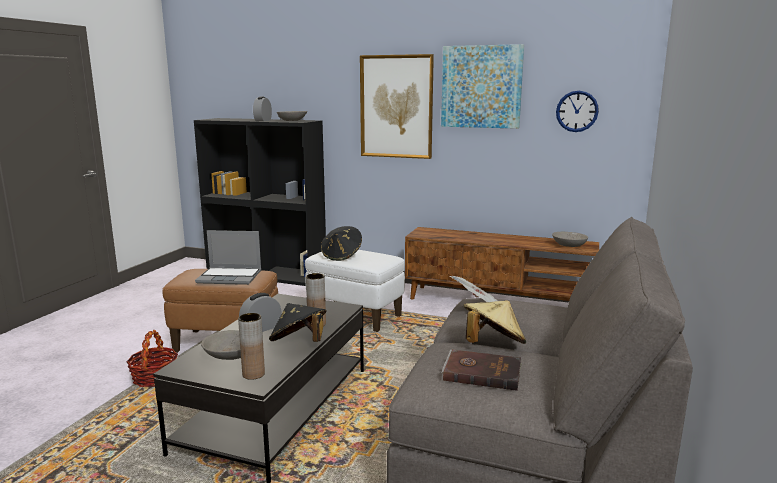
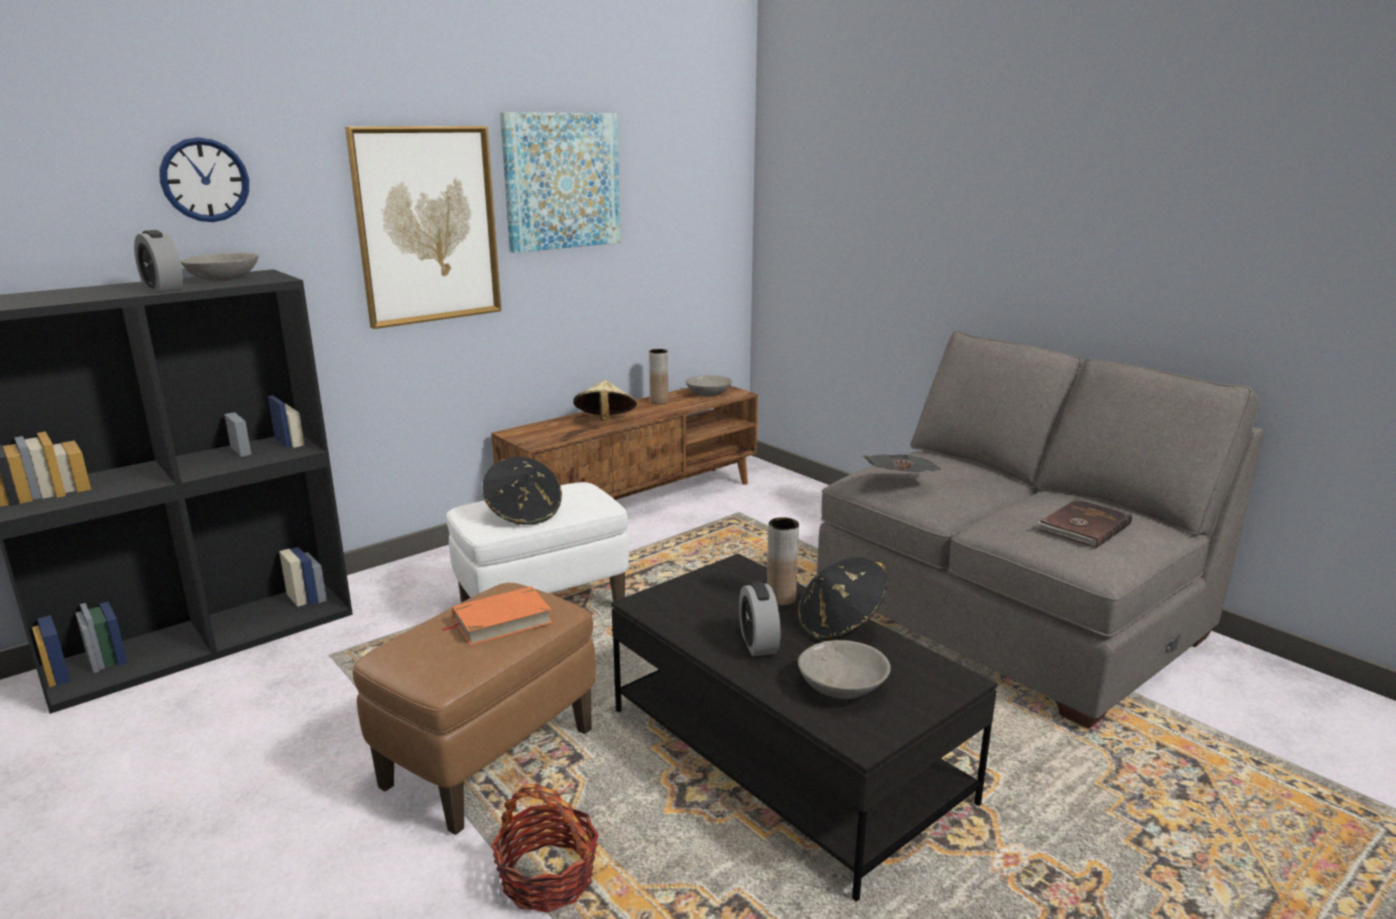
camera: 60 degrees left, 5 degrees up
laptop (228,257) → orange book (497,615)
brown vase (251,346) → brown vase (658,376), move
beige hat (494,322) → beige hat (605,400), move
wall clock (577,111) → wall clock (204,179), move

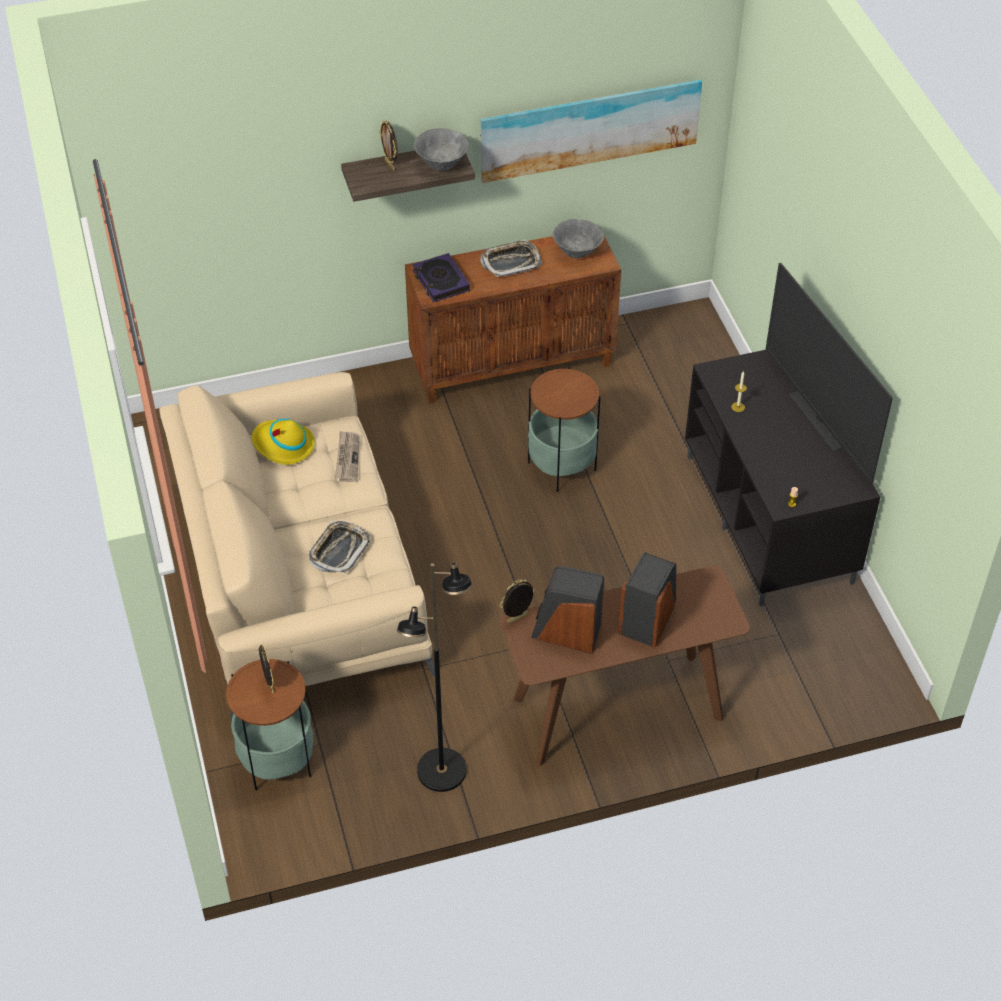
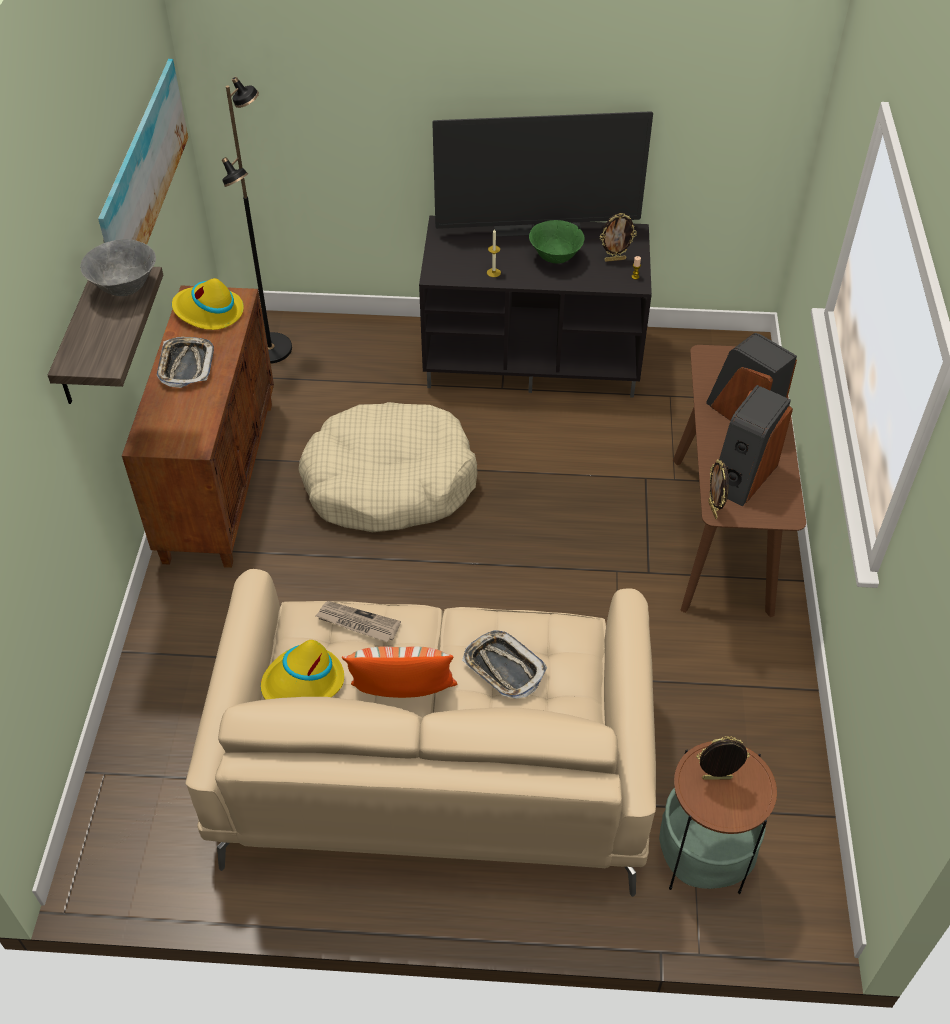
camera: 70 degrees left, 0 degrees up
picture frame (388,145) → picture frame (618,237), move
black floor lamp (434,677) → black floor lamp (257,220), move
book (441,277) → -
side table (564,429) → beige dog bed (387,467)
grey bowl (578,238) → yellow hat (208,304)
- → pillow (399,672)
- → green bowl (557,242)

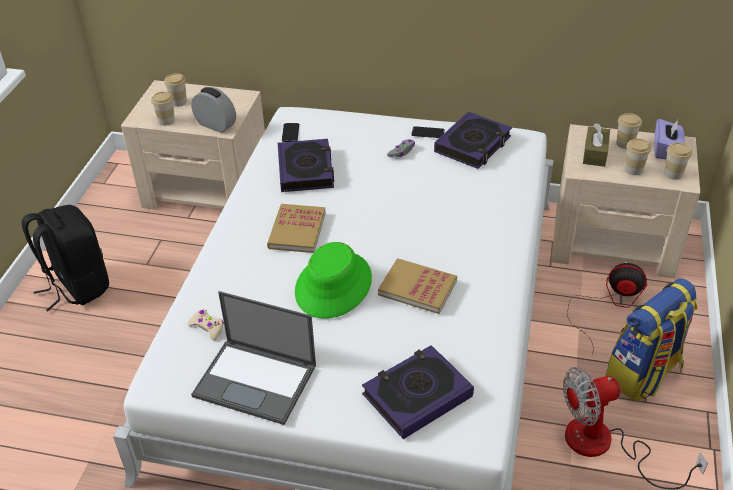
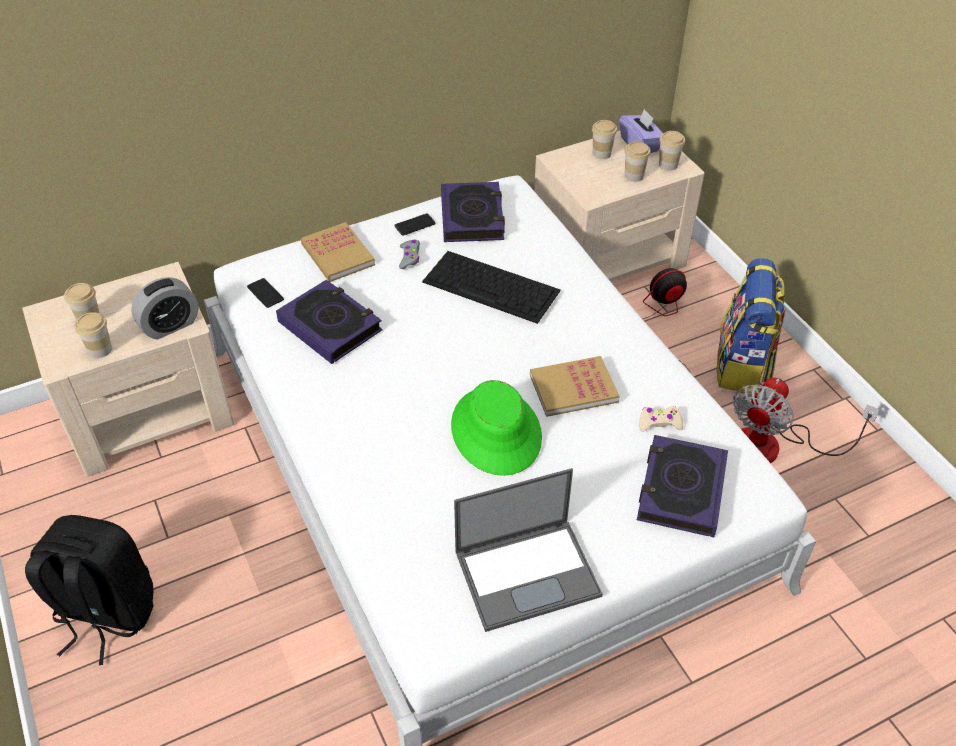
camera: 40 degrees left, 5 degrees up
beige game controller (206,325) → beige game controller (661,419), move
alarm clock (213,110) → alarm clock (165,308), 150 degrees clockwise
book (296,228) → book (338,252), move
brown tissue box (596,145) → -
- → keyboard (491,287)

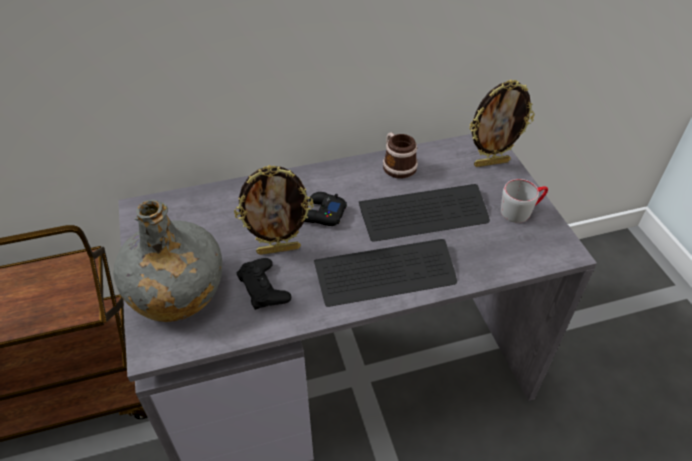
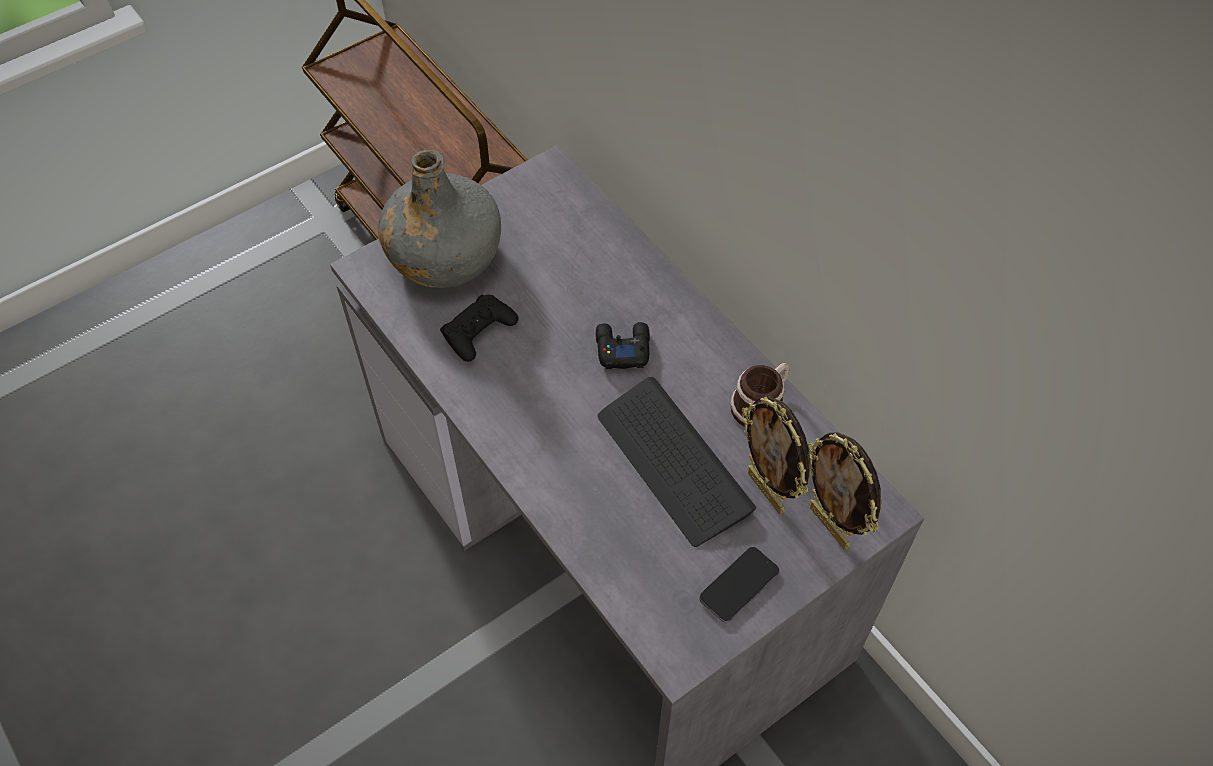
camera: 70 degrees right, 10 degrees up
picture frame (273,210) → picture frame (776,455), move
keyboard (385,273) → -
grey mug (524,201) → phone (739,585)

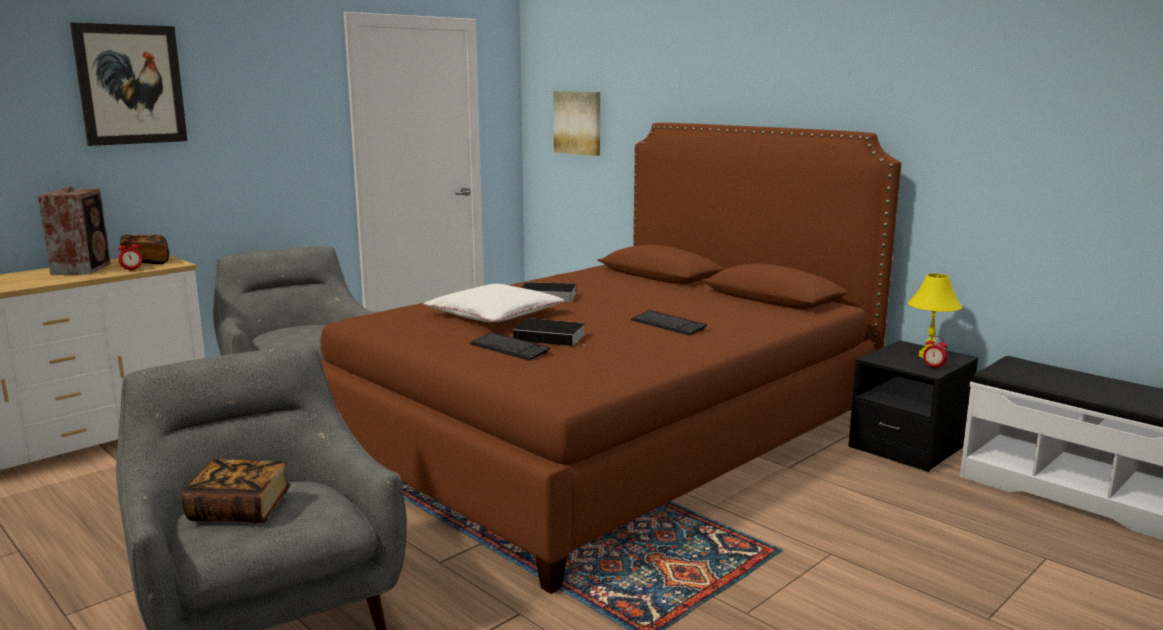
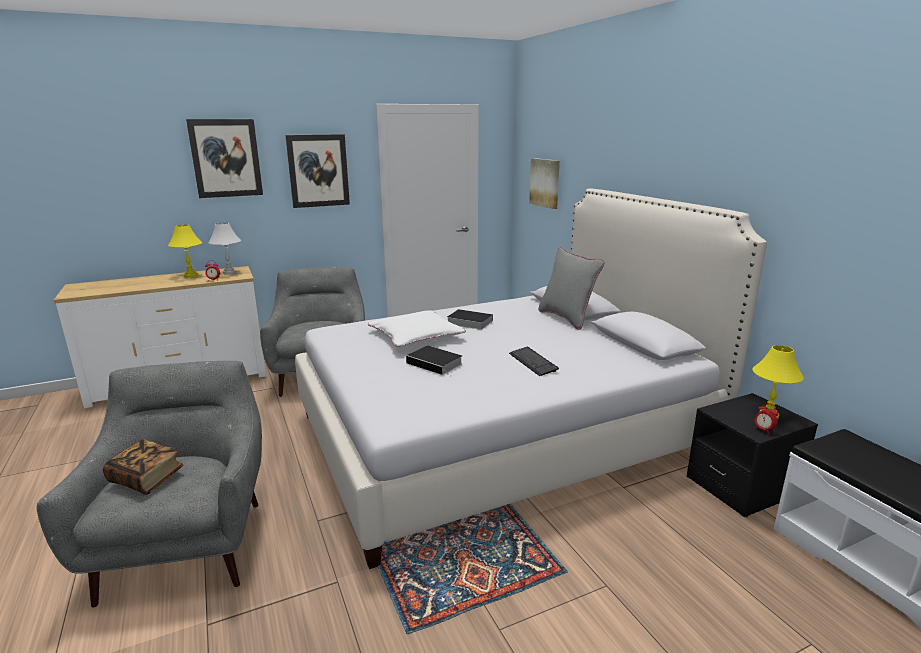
camera: 20 degrees right, 5 degrees up
speaker (74,231) → yellow table lamp (185,251)
book (144,249) → white table lamp (224,248)
brown bed (611,358) → white bed (531,379)
keyboard (510,346) → -
- → picture (317,171)
- → grey pillow (571,288)

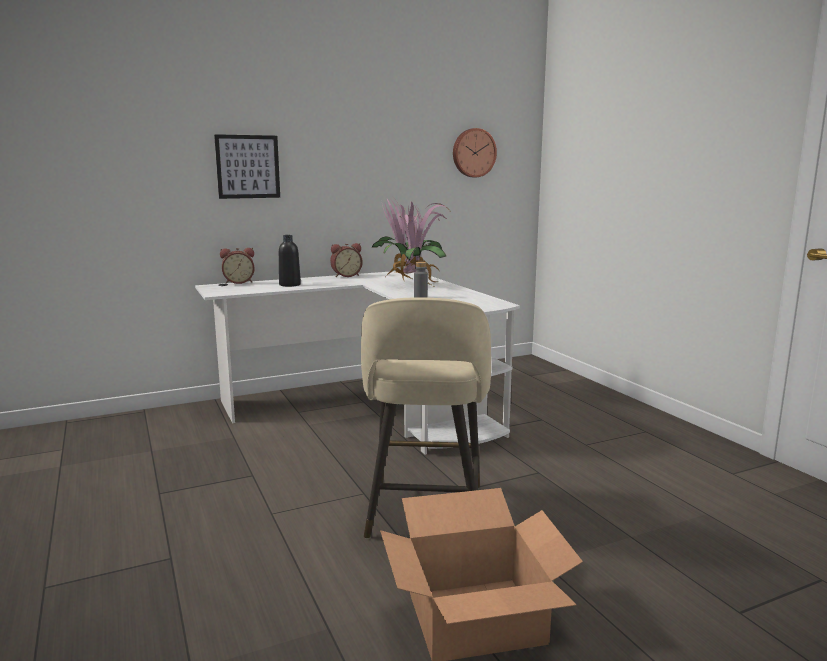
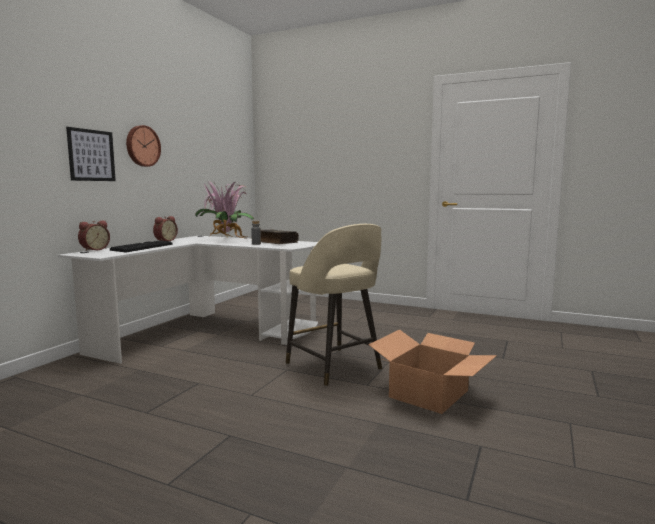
camera: 40 degrees left, 5 degrees down
black bottle (290,261) → keyboard (141,246)
wall clock (475,152) → wall clock (143,146), move
- → book (280,237)

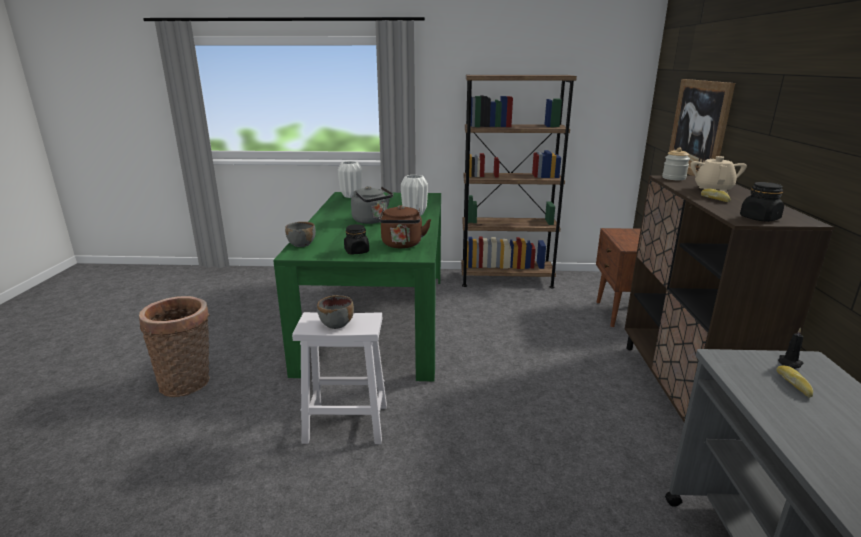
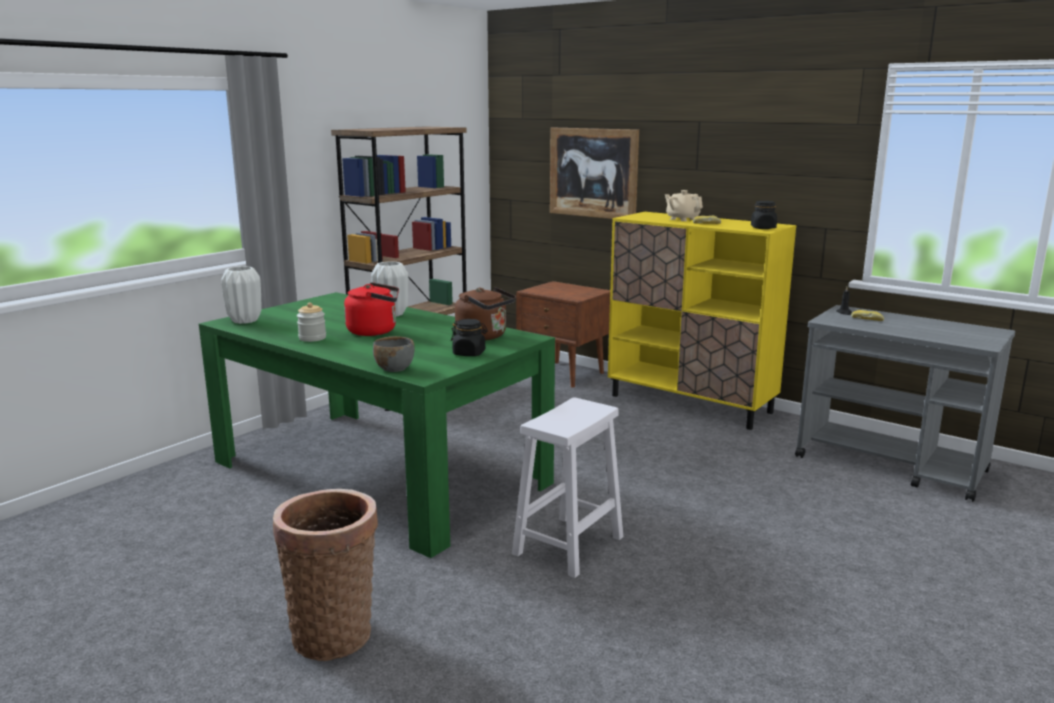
camera: 55 degrees left, 5 degrees down
grey bowl (335,312) → -
grey kettle (372,205) → red kettle (371,309)
brown cabinet (729,298) → yellow cabinet (702,321)
jar (676,163) → jar (311,322), move

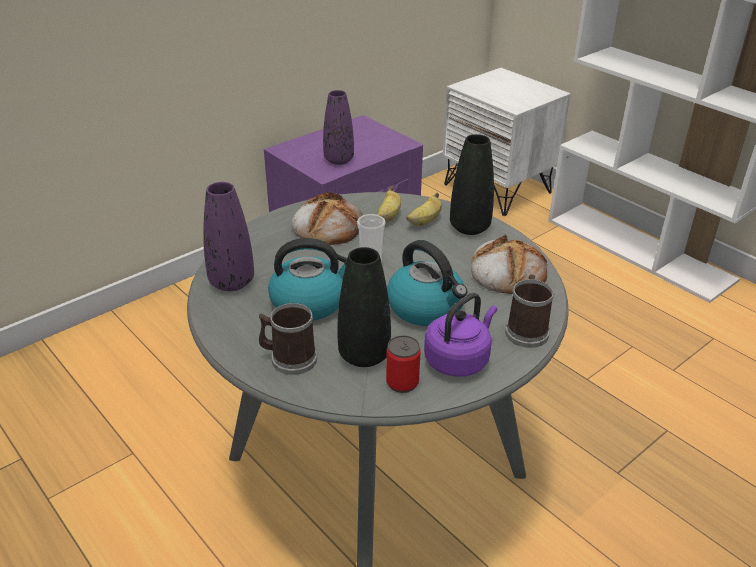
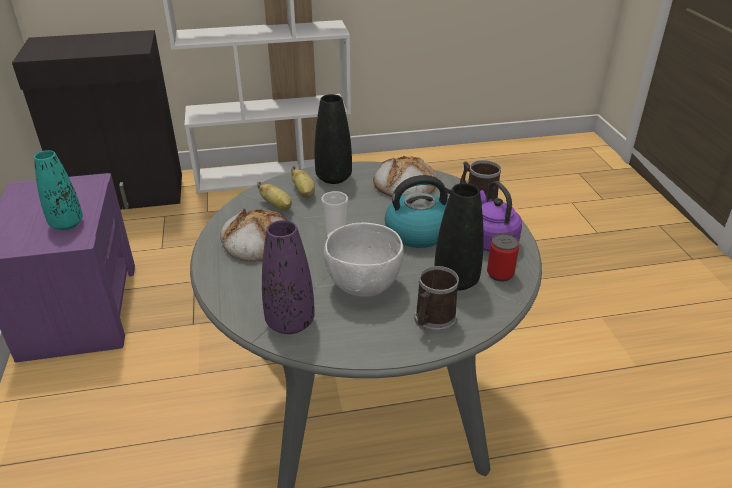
camera: 60 degrees left, 0 degrees up
kettle (307,279) → white bowl (364,259)
purple vase (338,127) → turquoise vase (58,190)
white nightstand (507,142) → black cabinet (97,120)

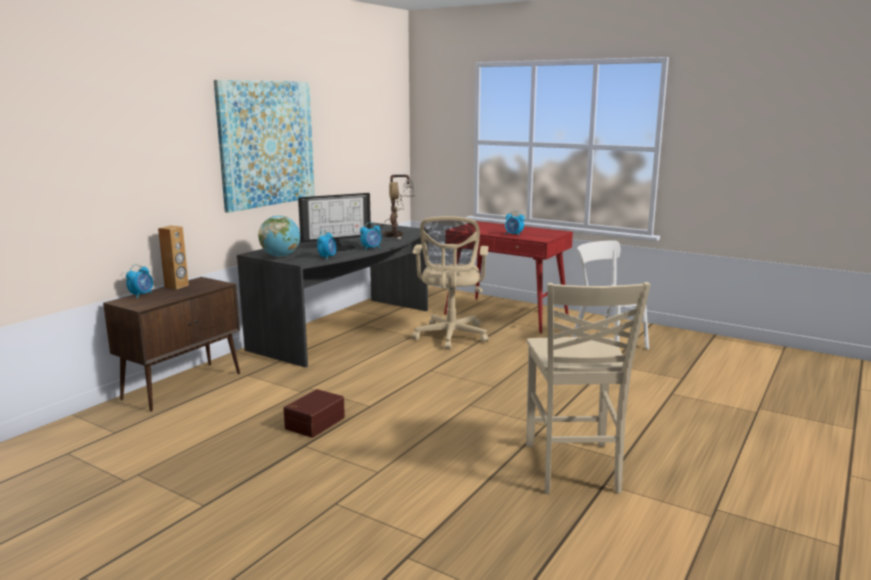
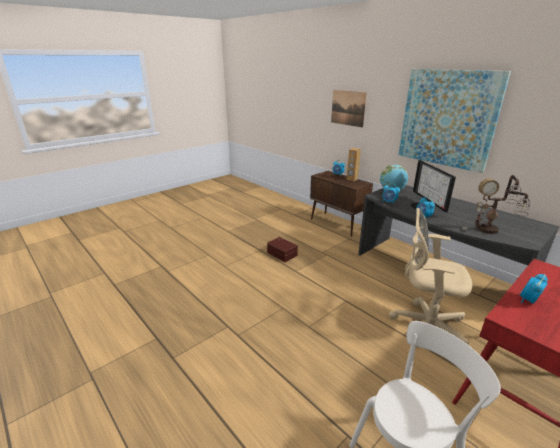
camera: 105 degrees right, 10 degrees up
beige chair (588,388) → -
- → picture (349,109)

